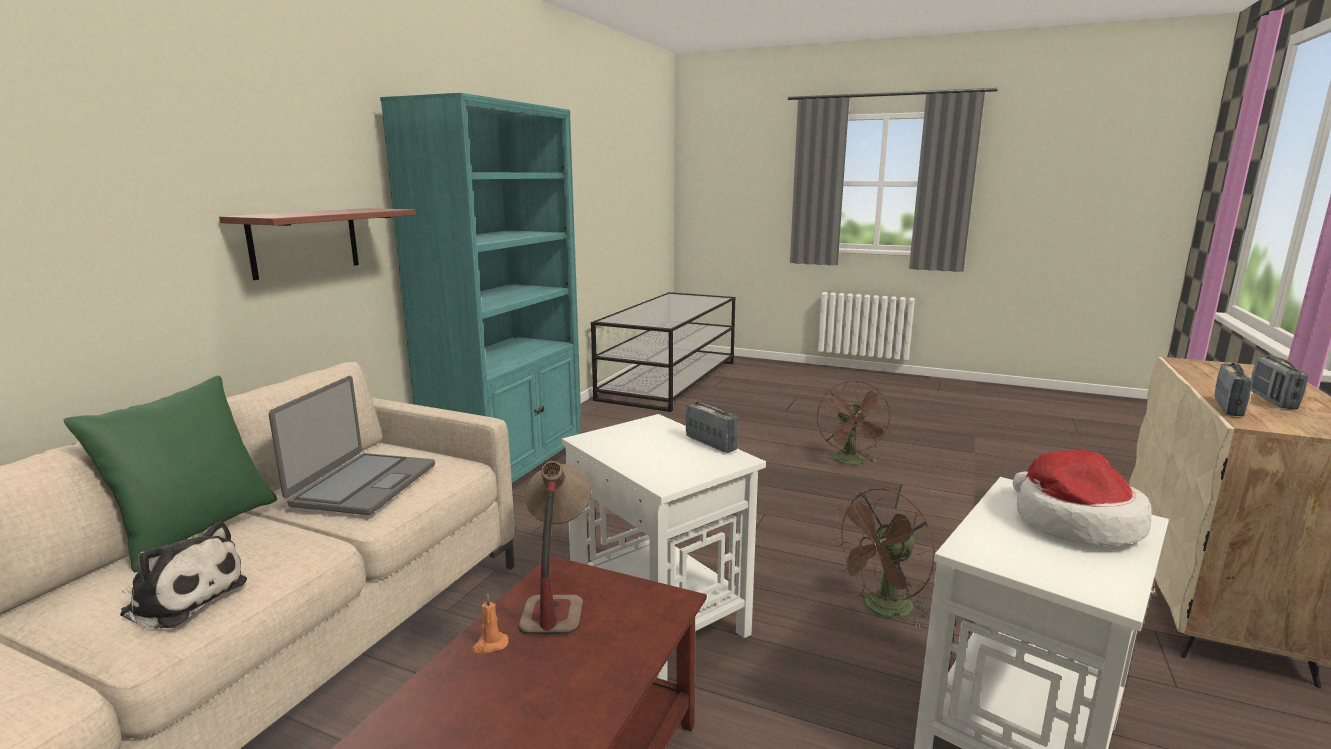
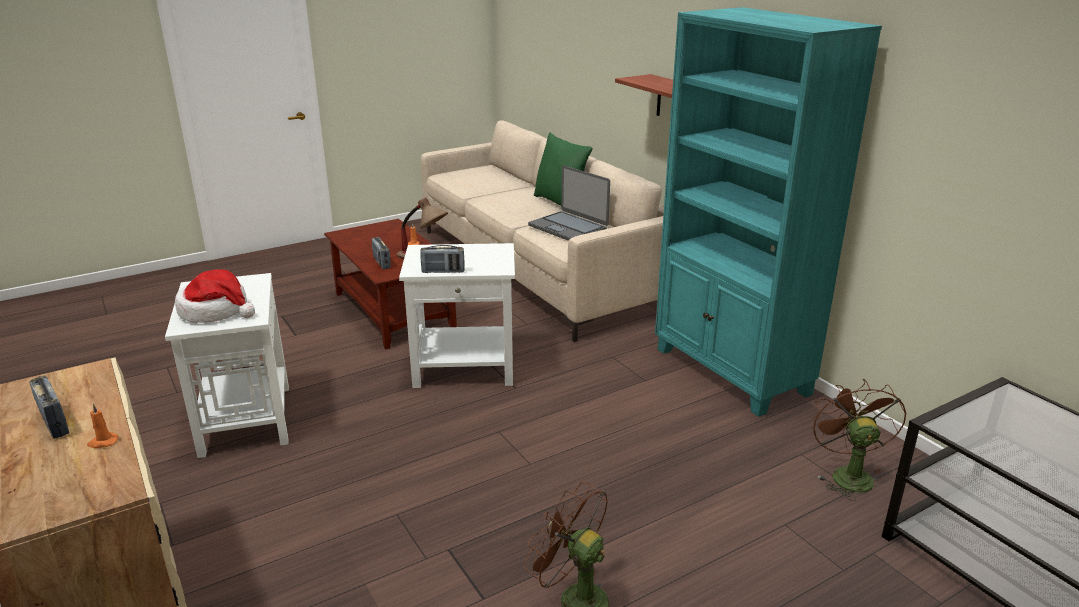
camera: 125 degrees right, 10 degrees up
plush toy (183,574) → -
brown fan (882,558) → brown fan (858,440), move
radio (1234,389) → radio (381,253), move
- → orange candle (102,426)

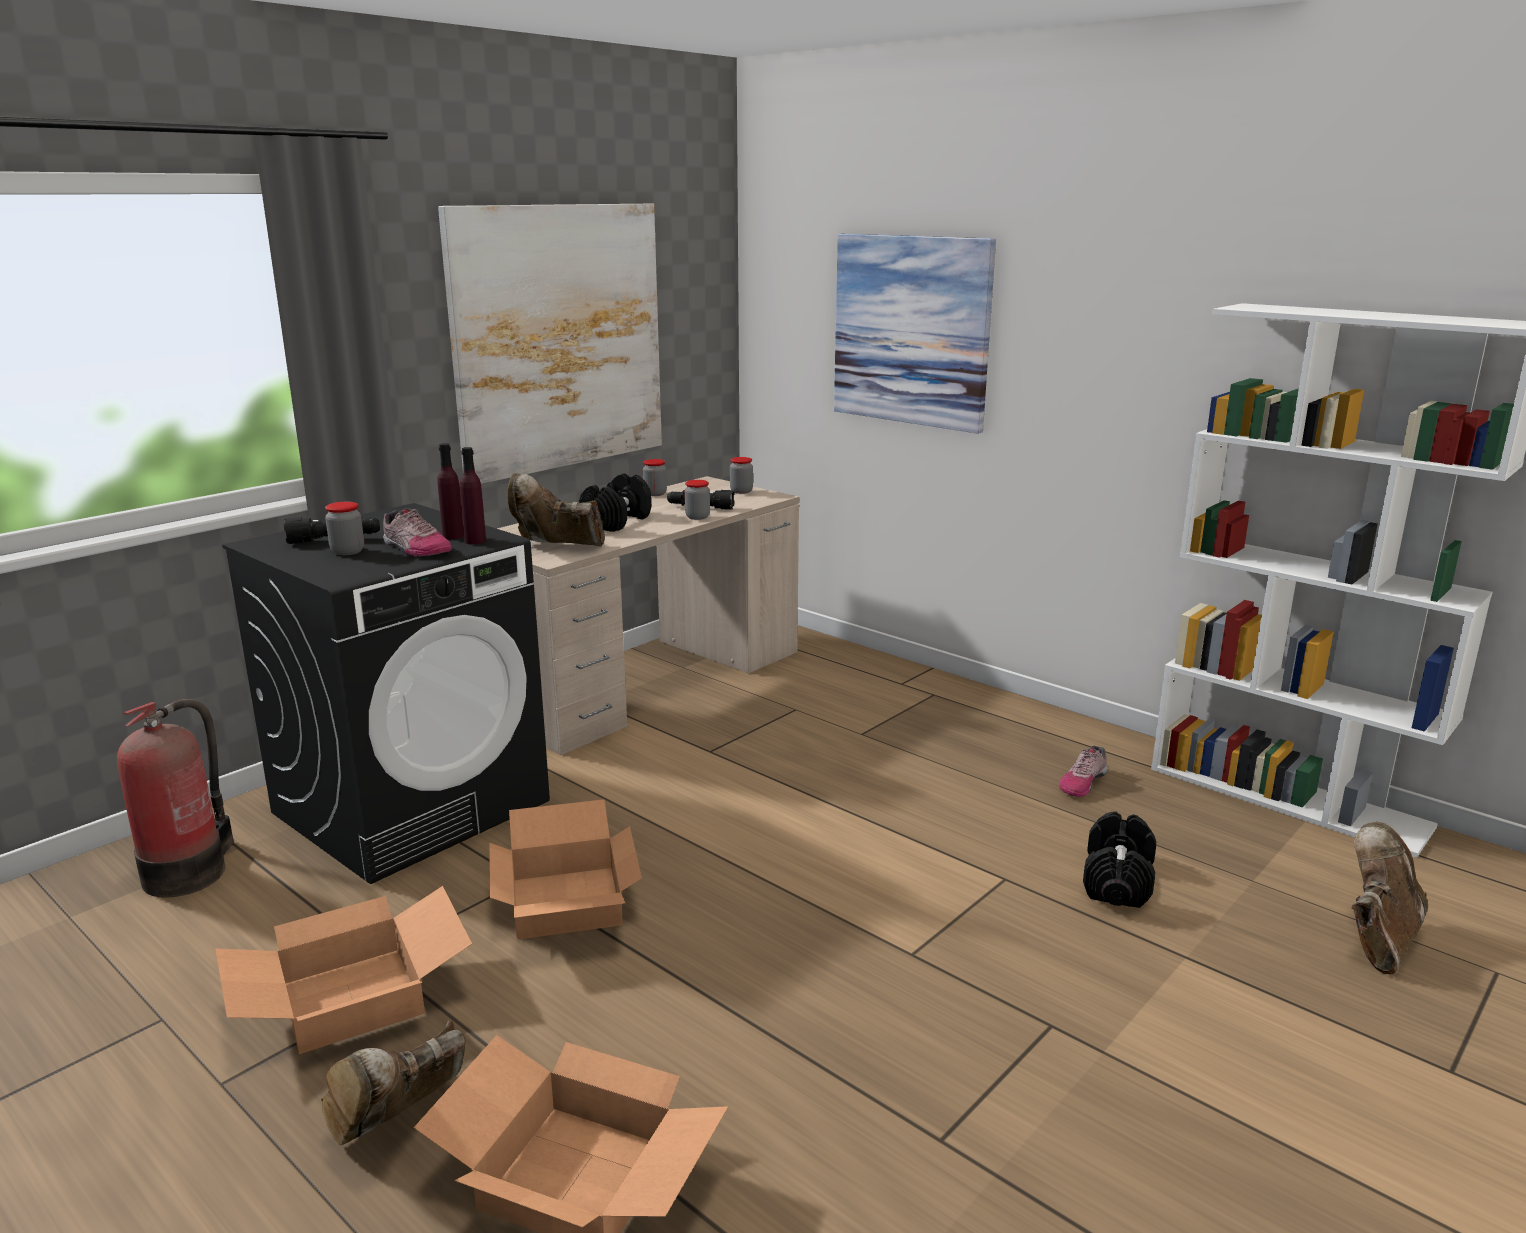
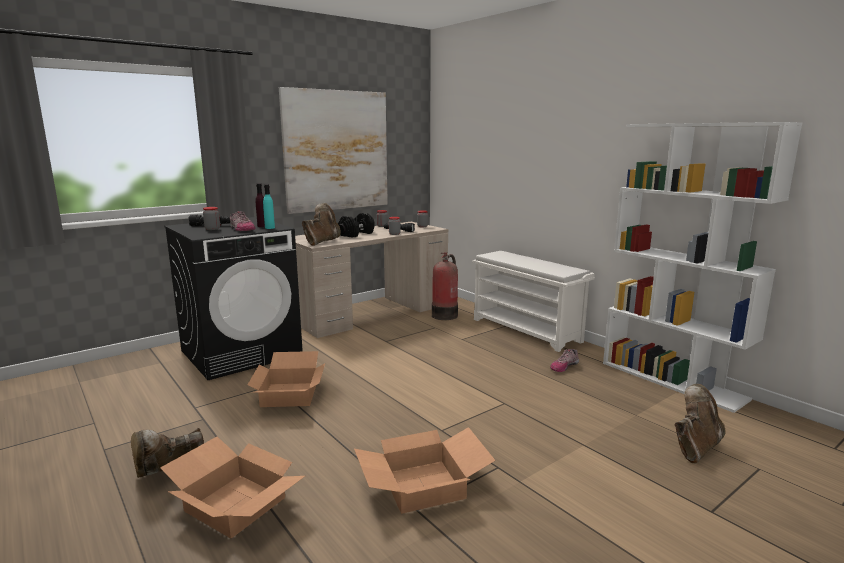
camera: 10 degrees right, 5 degrees down
fire extinguisher (175,798) → fire extinguisher (445,286), move
cardboard box (343,970) → cardboard box (425,470), move
purple bottle (473,496) → turquoise bottle (269,206)
brown boot (556,510) → brown boot (321,224), 105 degrees clockwise
picture (915,334) → -
black dumbbell (1119,859) → -
- → white shoe rack (533,301)

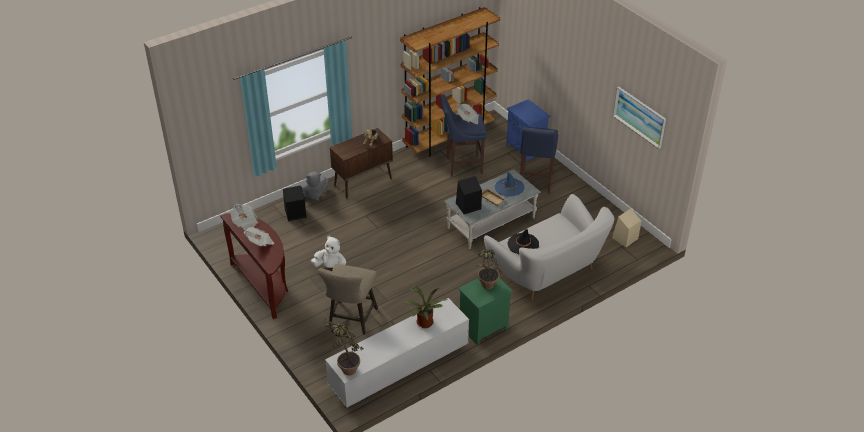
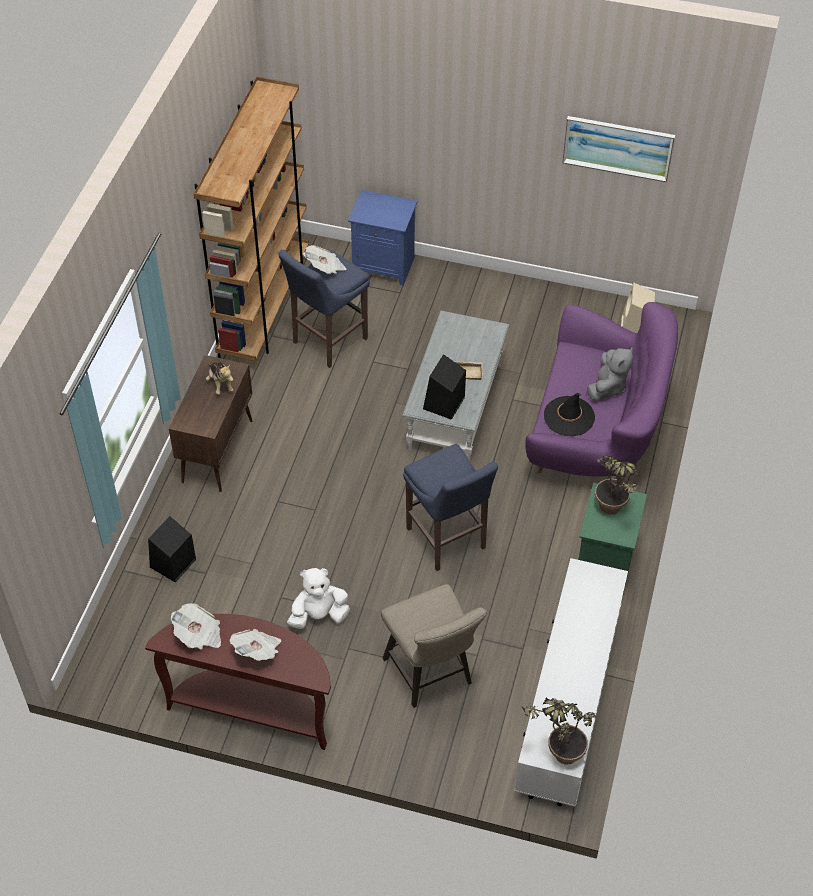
camera: 40 degrees left, 10 degrees up
grey plush toy (314,186) → grey plush toy (610,374), move
potted plant (426,306) → -
white sofa (549,247) → purple sofa (601,391)
blue hat (510,184) → -
blue stool (539,160) → blue stool (450,507), move

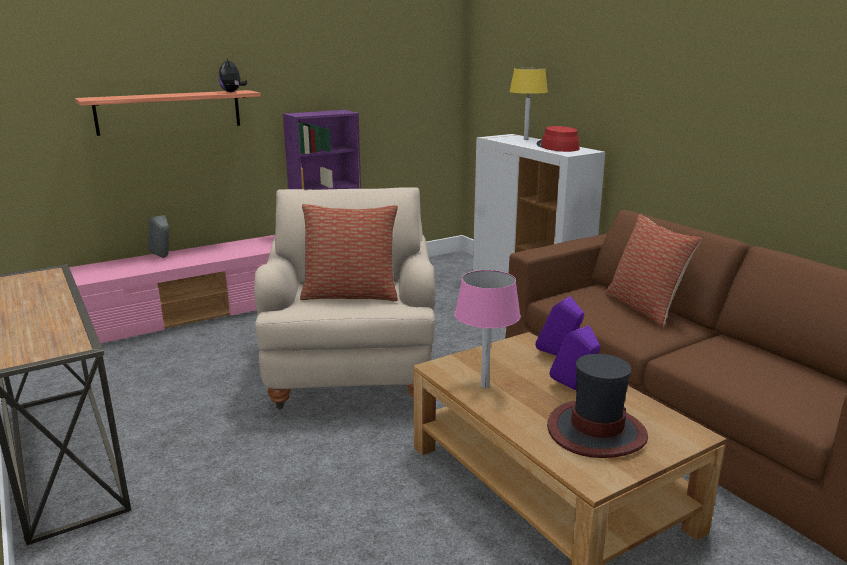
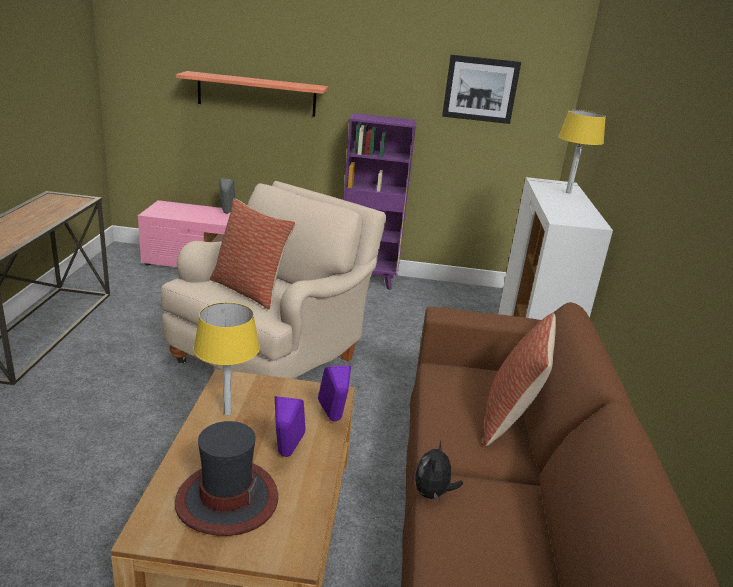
camera: 35 degrees right, 5 degrees up
plush toy (233,75) → plush toy (439,472), move
pink table lamp (488,329) → yellow table lamp (226,358)
red hat (558,139) → -
- → picture (481,89)

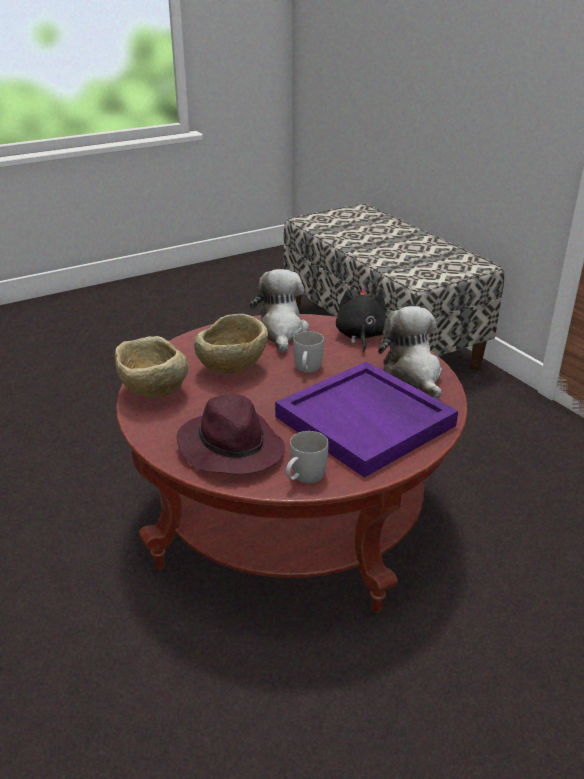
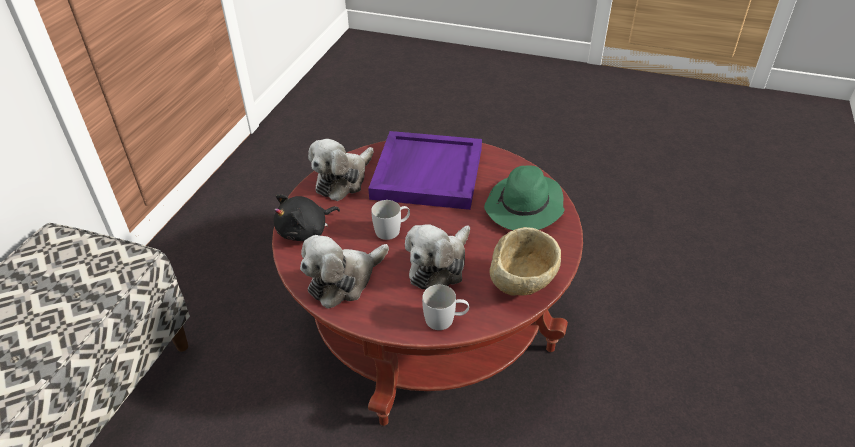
camera: 130 degrees left, 10 degrees up
purple hat (231,434) → green hat (524,197)
beige bowl (231,344) → plush toy (437,256)
white mug (307,457) → white mug (445,307), move

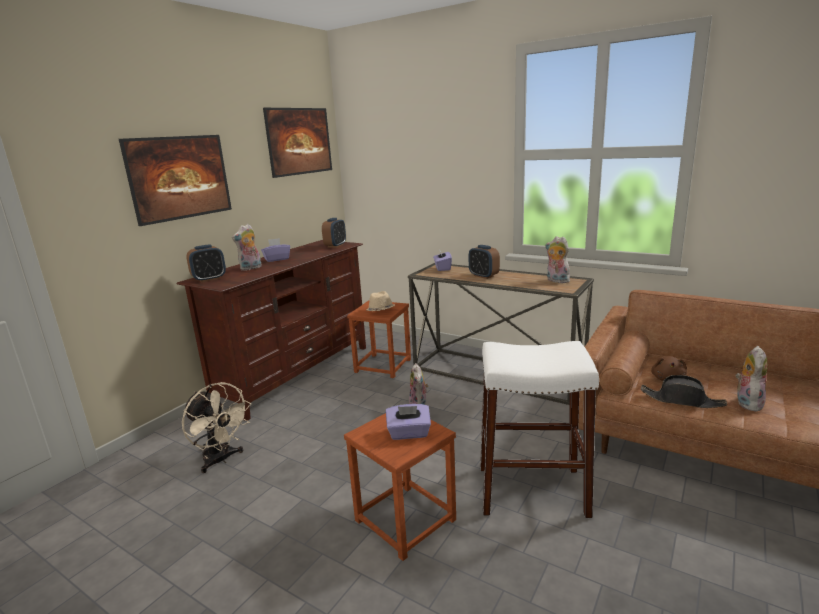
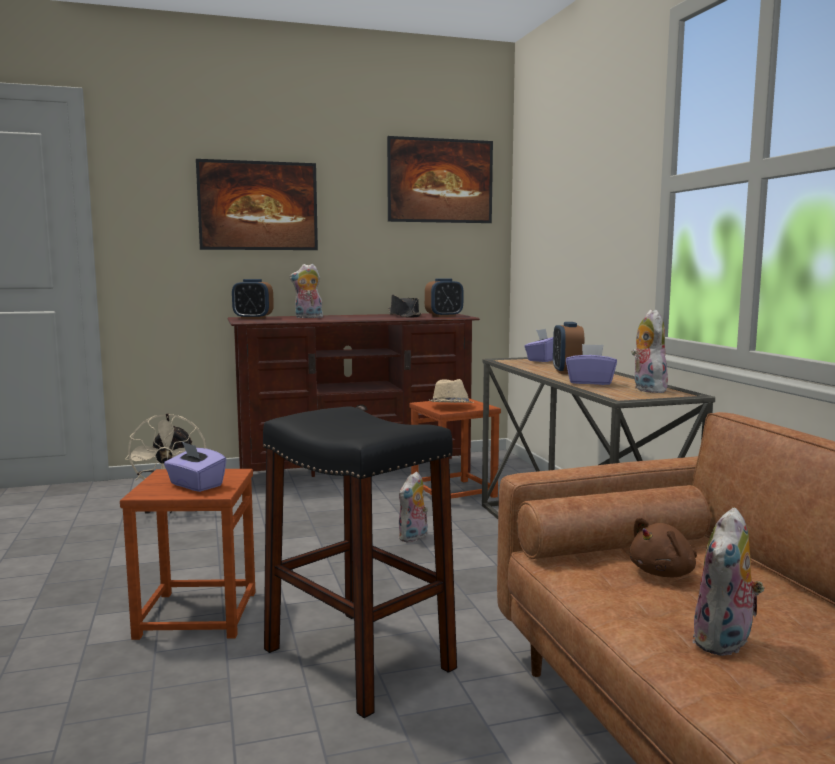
camera: 40 degrees right, 10 degrees down
purple tissue box (275,250) → purple tissue box (591,364), move
white stool (539,429) → black stool (360,562)
black hat (684,391) → black hat (404,305), move
plush toy (751,378) → plush toy (728,581), 150 degrees clockwise

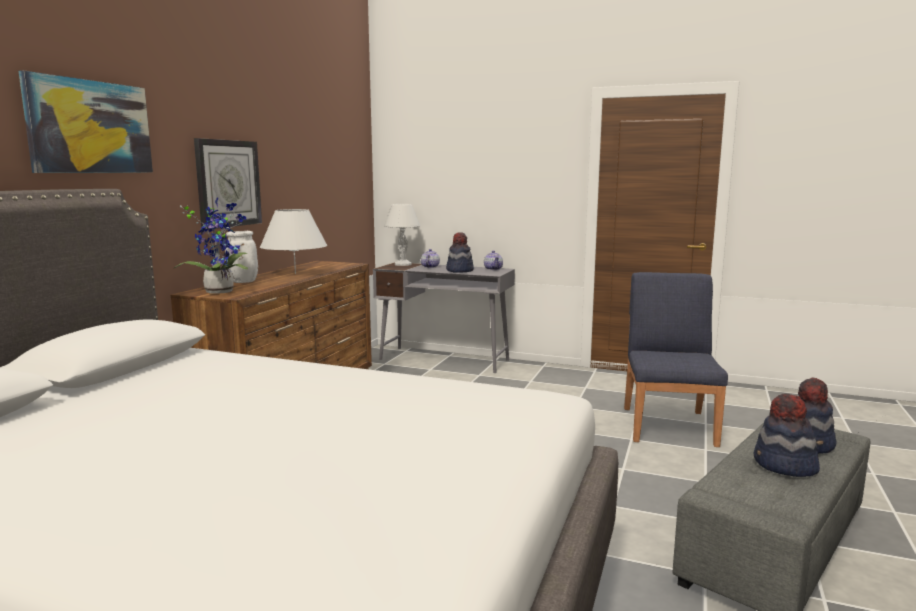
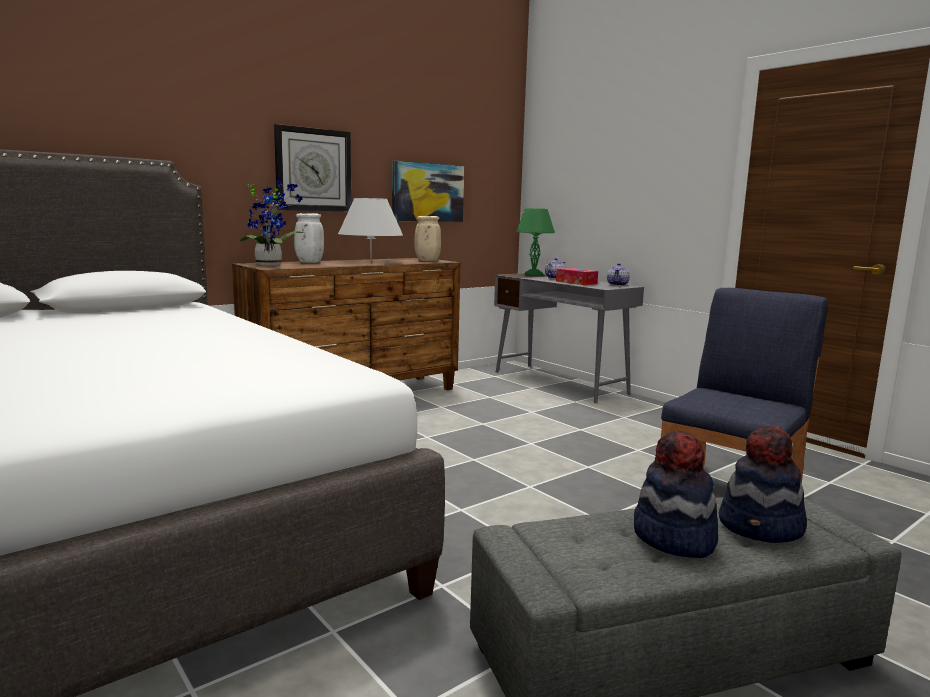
camera: 30 degrees right, 0 degrees up
picture (86,121) → picture (428,191), move
white table lamp (402,235) → green table lamp (535,242)
hat (460,252) → tissue box (577,276)
- → beige vase (427,238)

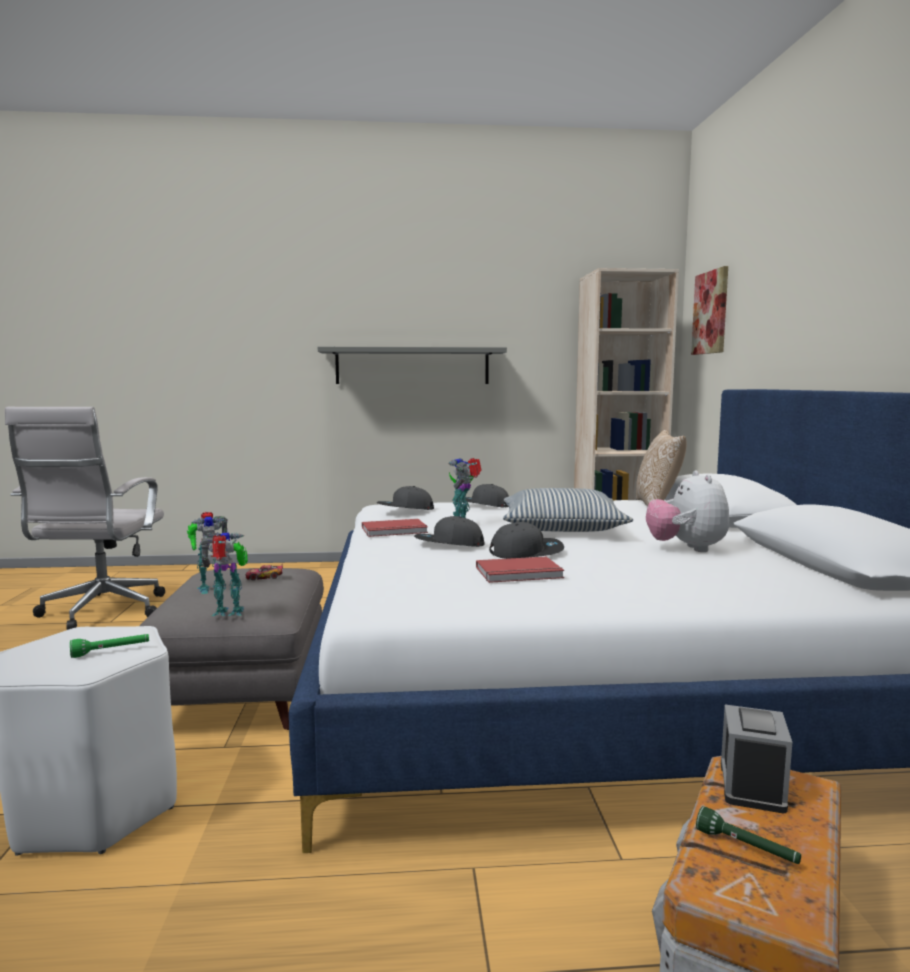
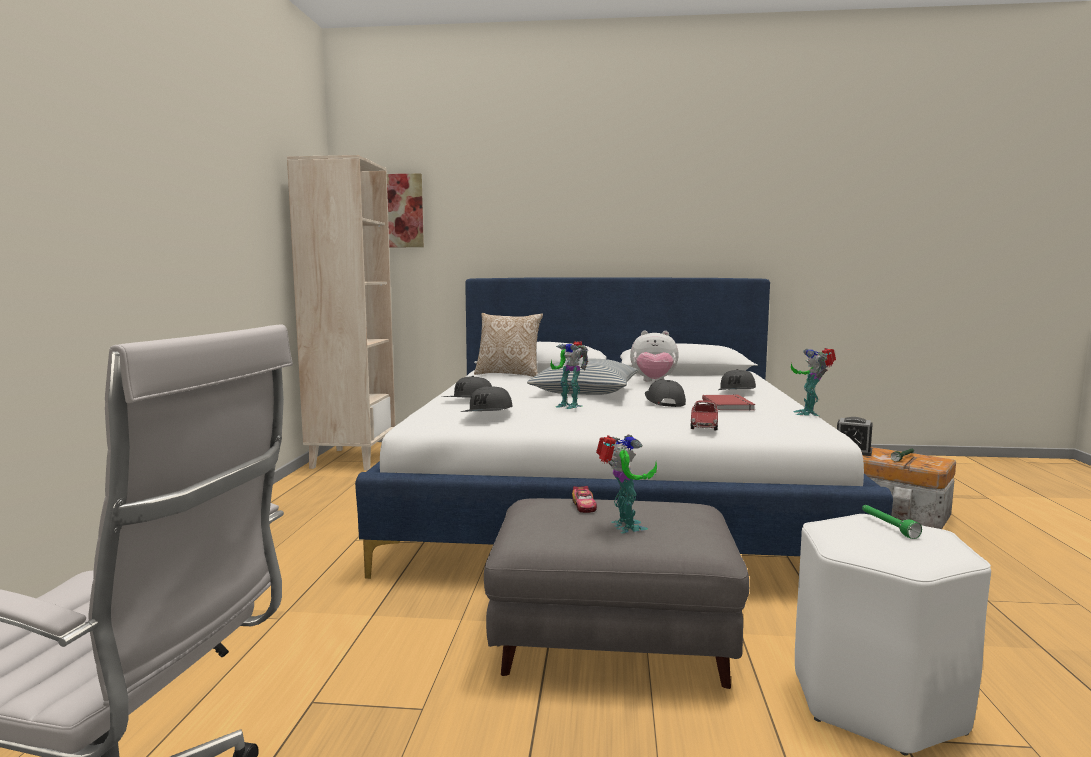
camera: 80 degrees left, 0 degrees up
toy robot (224,574) → toy robot (813,382), move
grey shelf (412,365) → -
red book (395,528) → -
grey cap (449,531) → grey cap (737,379), move
- → toy car (704,415)

